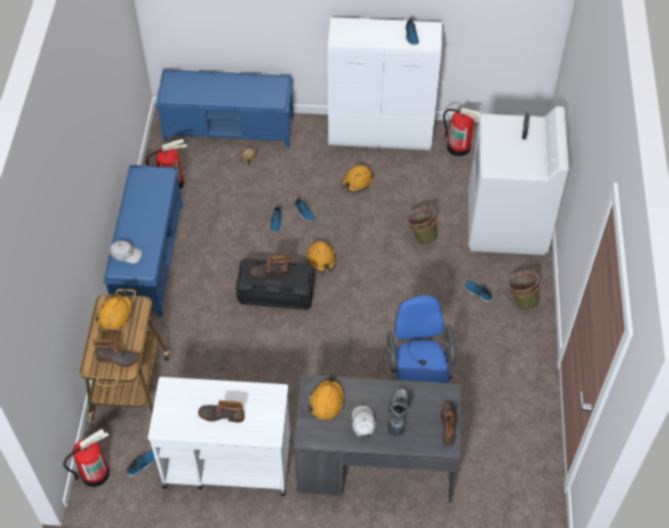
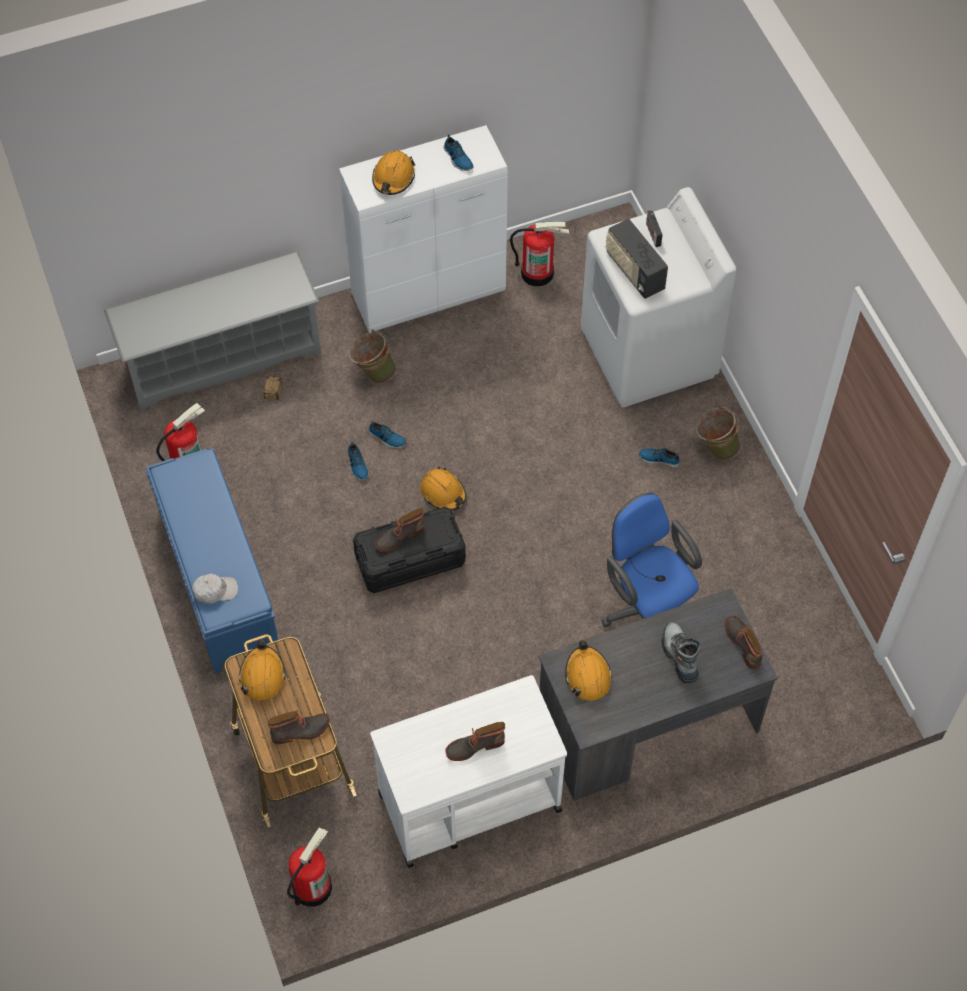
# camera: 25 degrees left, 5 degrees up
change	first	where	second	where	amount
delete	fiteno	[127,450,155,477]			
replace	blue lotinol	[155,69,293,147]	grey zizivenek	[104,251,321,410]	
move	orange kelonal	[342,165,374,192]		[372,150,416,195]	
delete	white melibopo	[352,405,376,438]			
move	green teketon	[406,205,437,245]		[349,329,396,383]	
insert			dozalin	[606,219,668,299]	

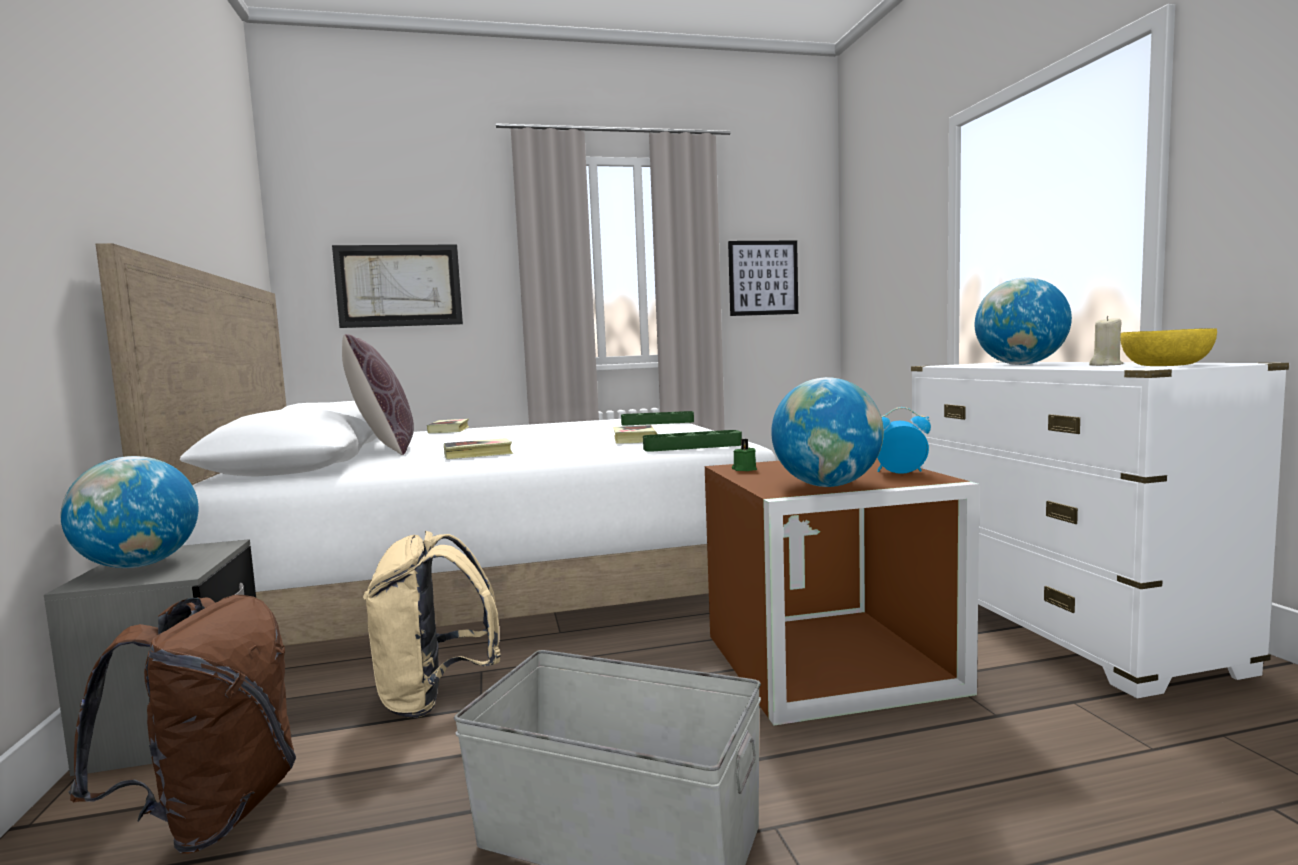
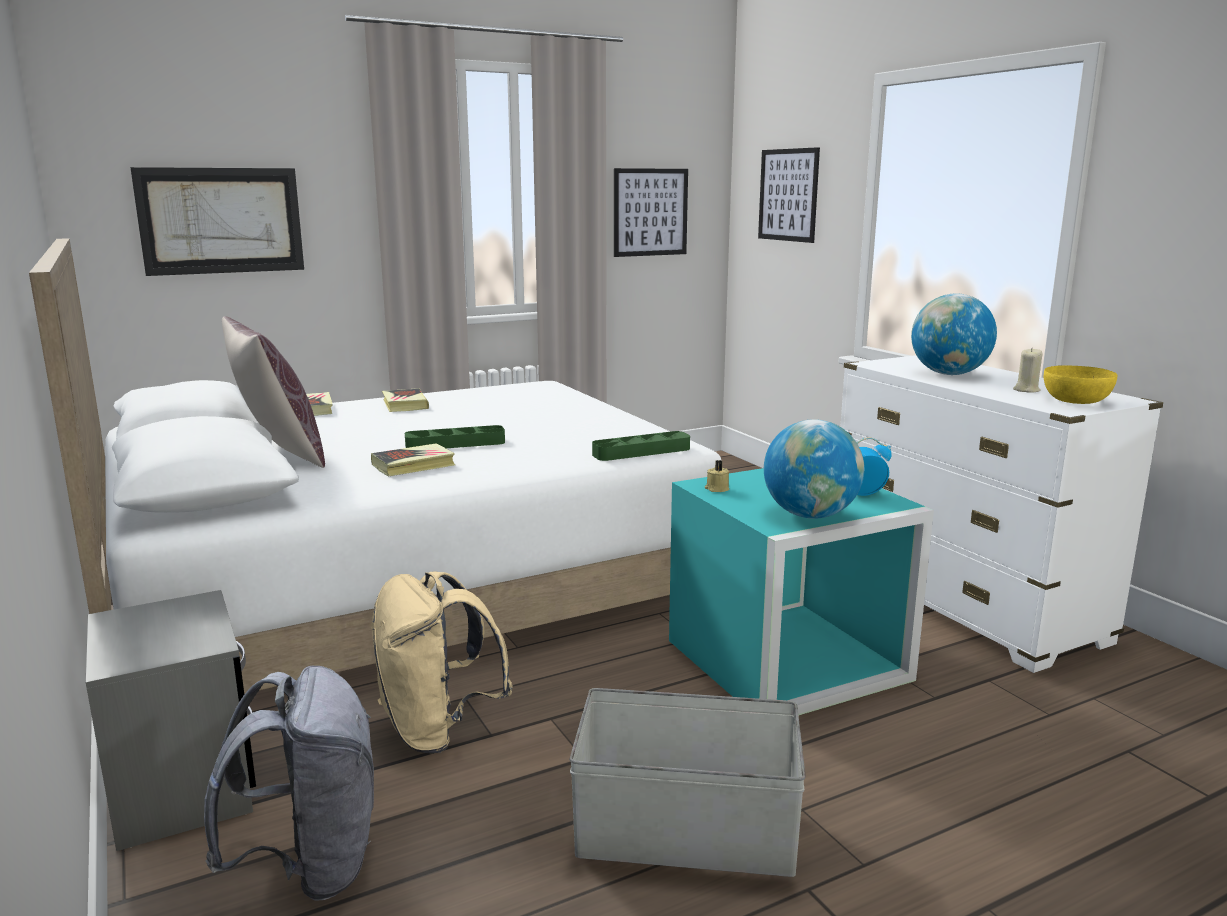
# camera: 15 degrees left, 10 degrees up
change	first	where	second	where	amount
delete	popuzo	[61,456,198,568]			
recolor	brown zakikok	[68,595,296,854]	grey zakikok	[204,666,374,901]	
move	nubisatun	[613,425,657,444]		[382,388,429,412]	
move	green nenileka	[621,411,694,425]		[405,425,505,448]	
recolor	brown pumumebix	[705,458,980,725]	turquoise pumumebix	[669,468,934,716]	
recolor	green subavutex	[732,439,757,471]	beige subavutex	[705,460,729,492]	
insert			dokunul	[758,147,820,243]	

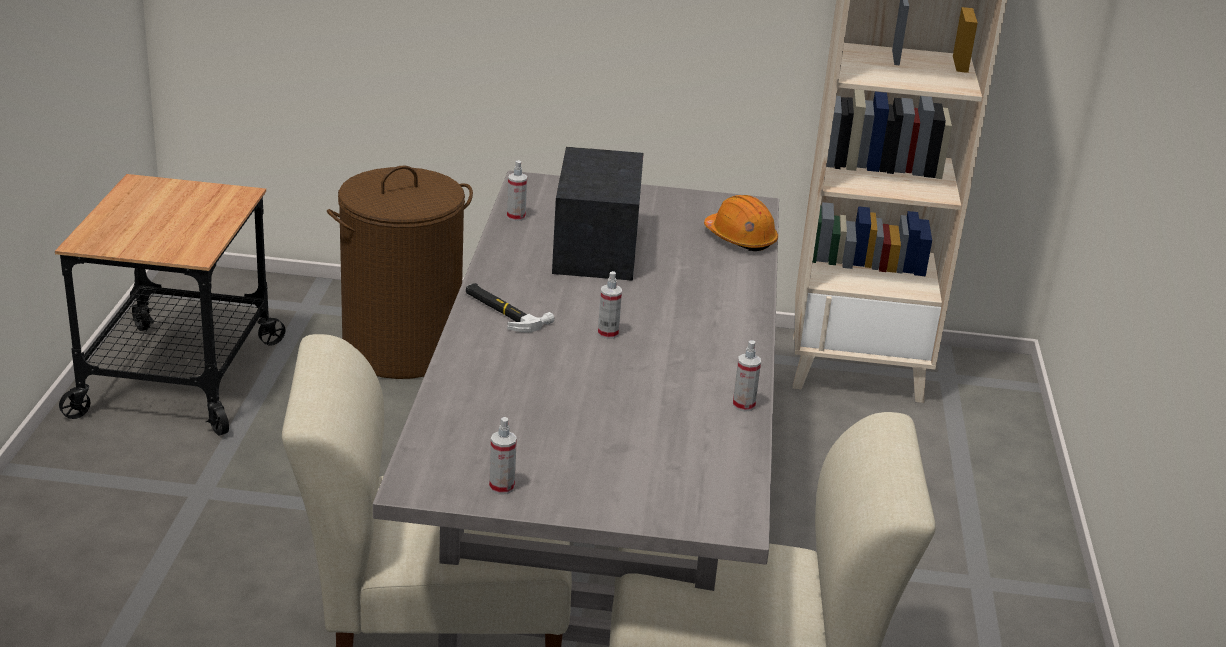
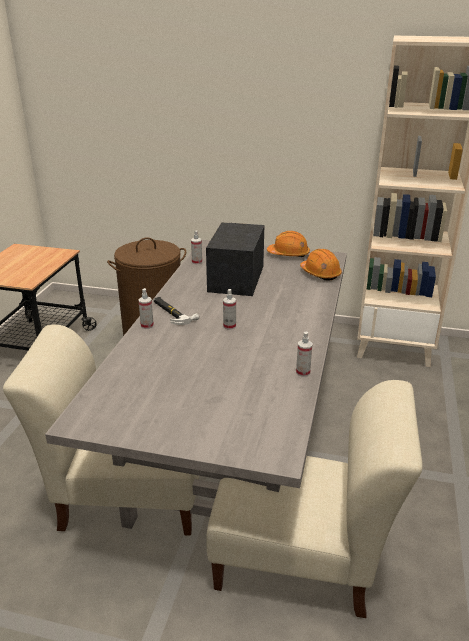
# camera: 10 degrees right, 0 degrees up
change	first	where	second	where	amount
move	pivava	[489,417,517,495]		[138,288,154,329]	
insert			orange kelonal	[267,231,310,257]	

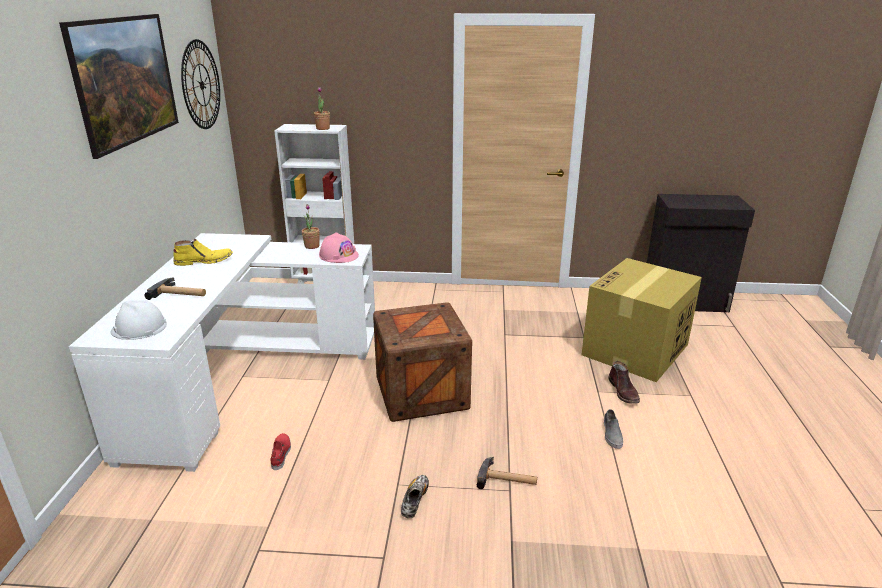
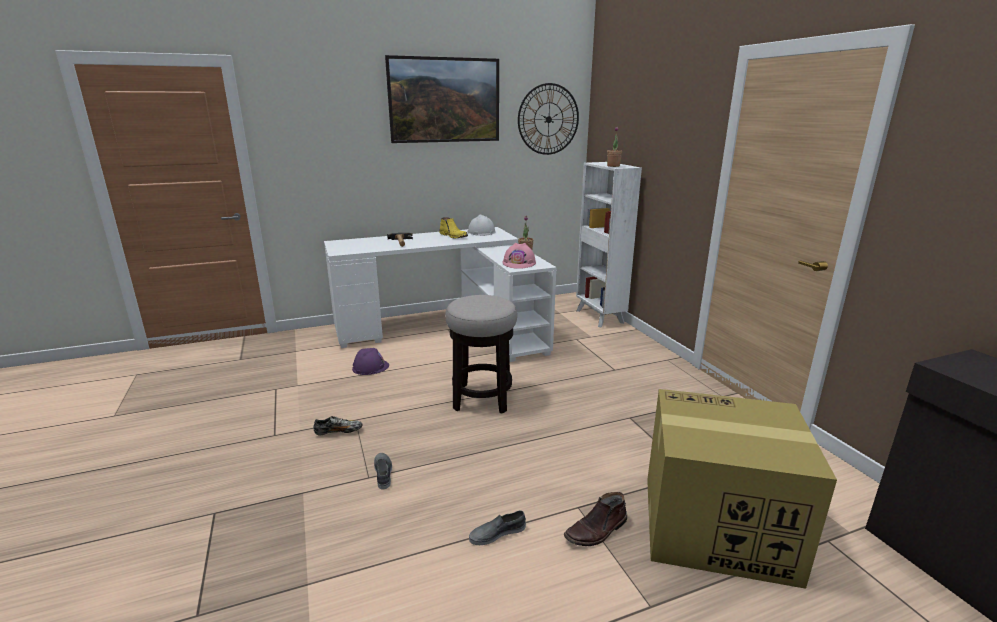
# camera: 65 degrees right, 5 degrees down
change	first	where	second	where	amount
move	white kelonal	[110,300,167,340]		[467,215,495,236]	
replace	red fiteno	[270,433,291,470]	purple kelonal	[352,348,389,375]	
replace	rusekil	[373,302,472,422]	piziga	[445,295,517,414]	
replace	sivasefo	[477,457,537,489]	grey fiteno	[374,453,392,489]	

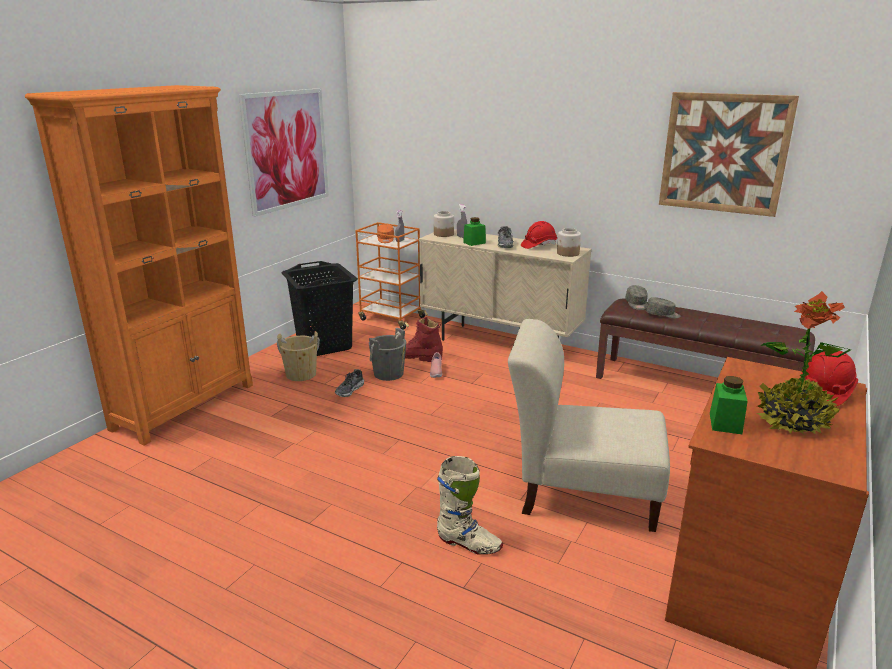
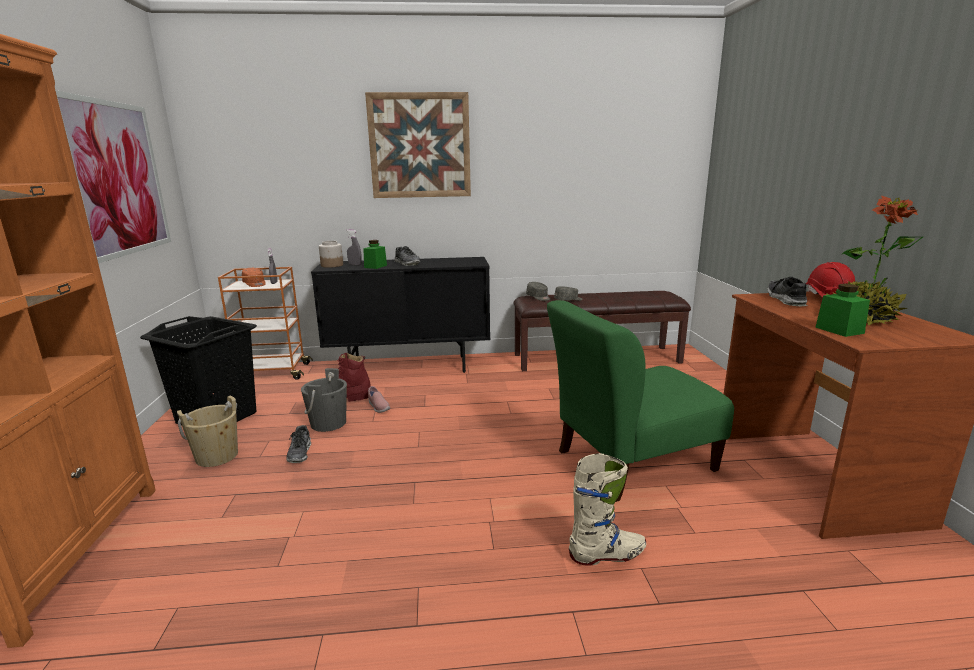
# camera: 35 degrees left, 5 degrees down
change	first	where	second	where	amount
recolor	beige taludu	[419,229,592,341]	black taludu	[311,257,490,373]	
recolor	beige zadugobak	[508,319,670,532]	green zadugobak	[547,300,734,502]	
delete	red kelonal	[521,221,557,249]			
delete	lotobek	[557,228,581,257]			
move	dokunul	[659,92,799,217]		[365,92,471,198]	
insert			fiteno	[767,277,807,306]	

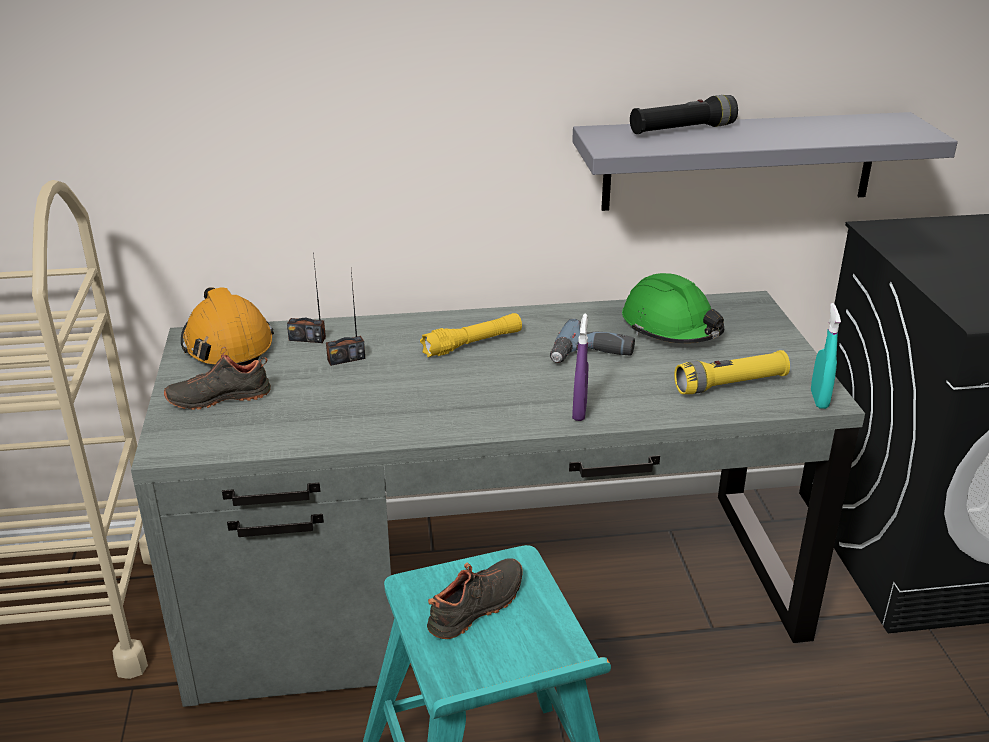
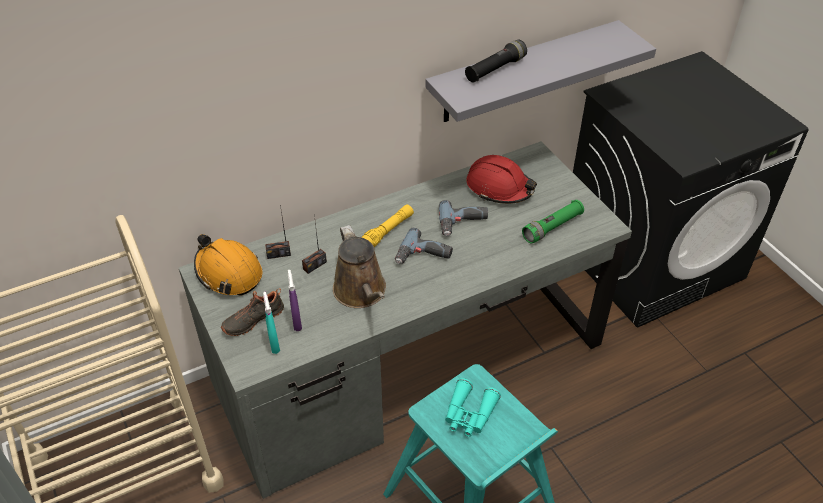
# camera: 20 degrees left, 15 degrees up
change	first	where	second	where	amount
replace	black fiteno	[427,558,523,639]	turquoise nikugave	[445,378,501,437]	
move	purple pivava	[572,314,588,421]		[288,270,302,331]	
recolor	green kelonal	[622,273,724,343]	red kelonal	[466,155,537,204]	
recolor	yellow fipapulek	[674,350,790,394]	green fipapulek	[522,200,584,244]	
move	turquoise pivava	[811,303,841,409]		[263,292,280,354]	
insert			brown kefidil	[333,225,386,308]	
insert			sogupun	[395,227,453,264]	

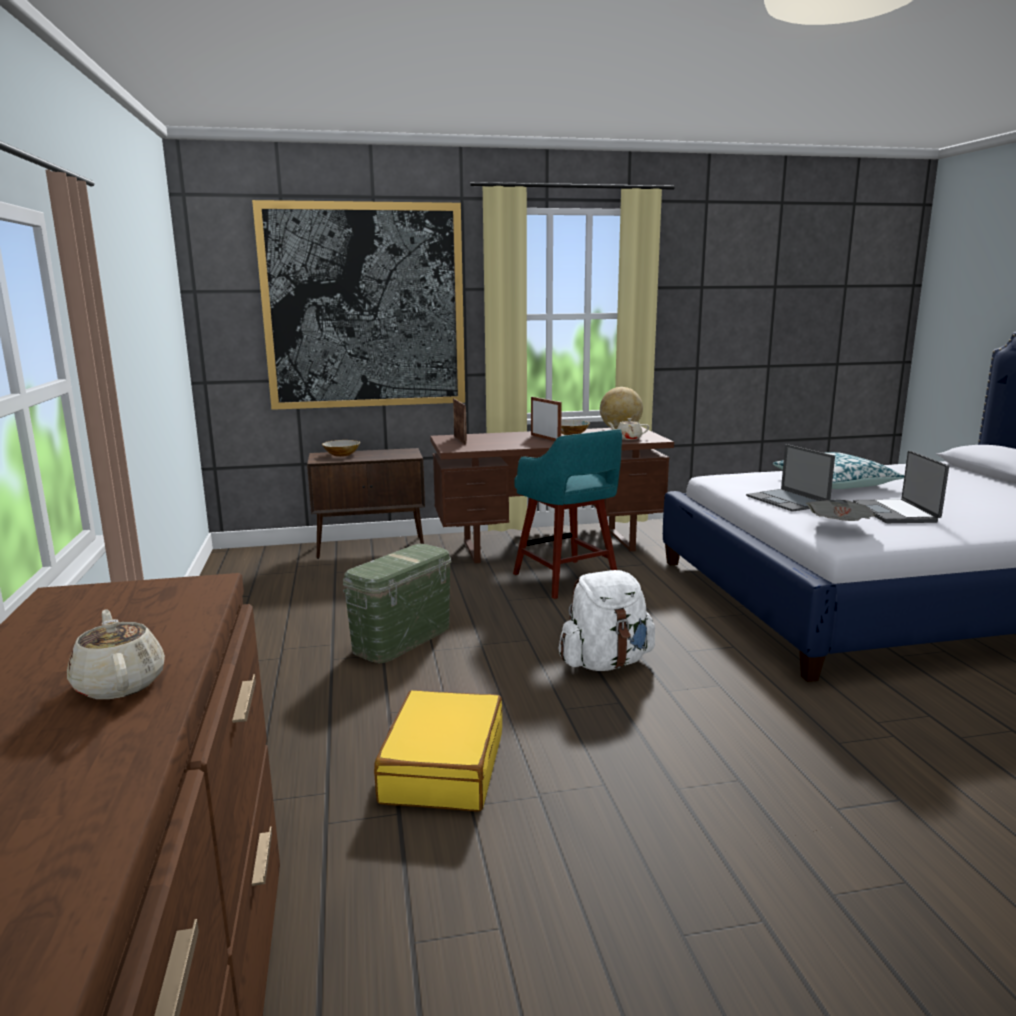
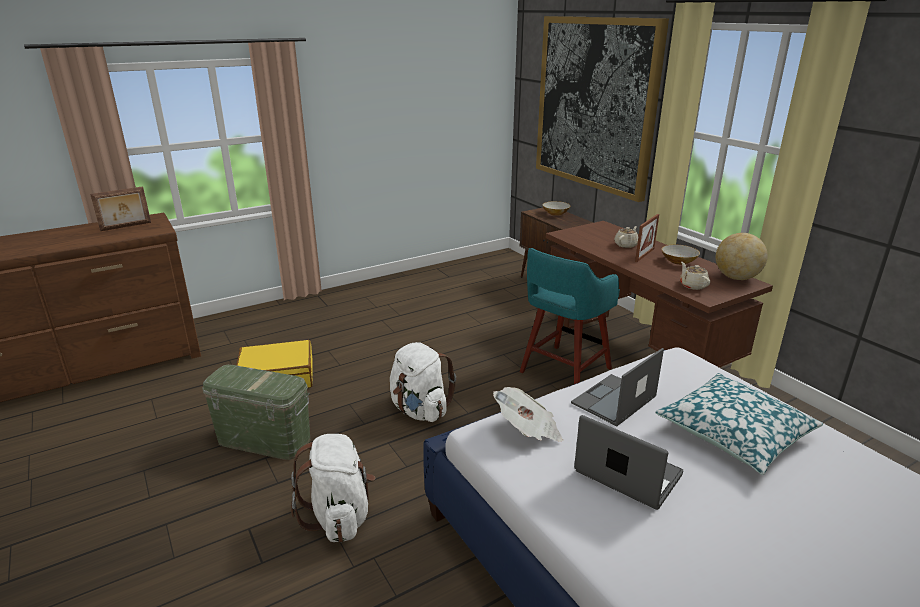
# camera: 70 degrees right, 10 degrees up
change	first	where	second	where	amount
move	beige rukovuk	[67,609,165,699]		[614,226,638,248]	
move	green pumumebix	[343,544,451,663]		[202,365,310,460]	
move	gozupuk	[453,398,467,445]		[90,186,151,231]	
rotate	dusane	[853,451,949,523]		[574,415,683,510]	60 degrees clockwise
insert			white zakikok	[291,434,375,542]	

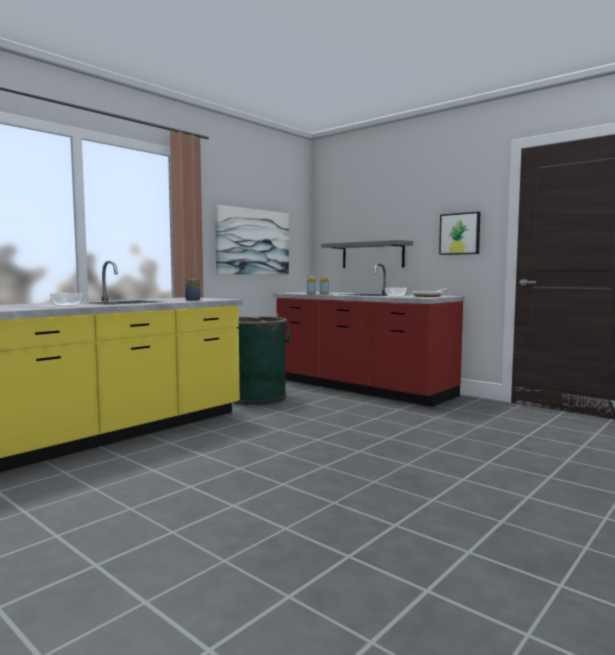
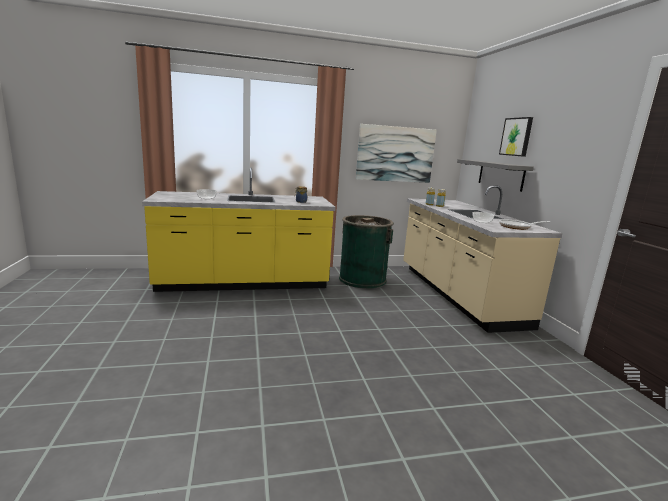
# camera: 35 degrees right, 10 degrees up
change	first	where	second	where	amount
recolor	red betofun	[273,264,464,407]	beige betofun	[403,185,562,333]	
move	dokunul	[439,212,481,255]		[499,117,533,157]	

